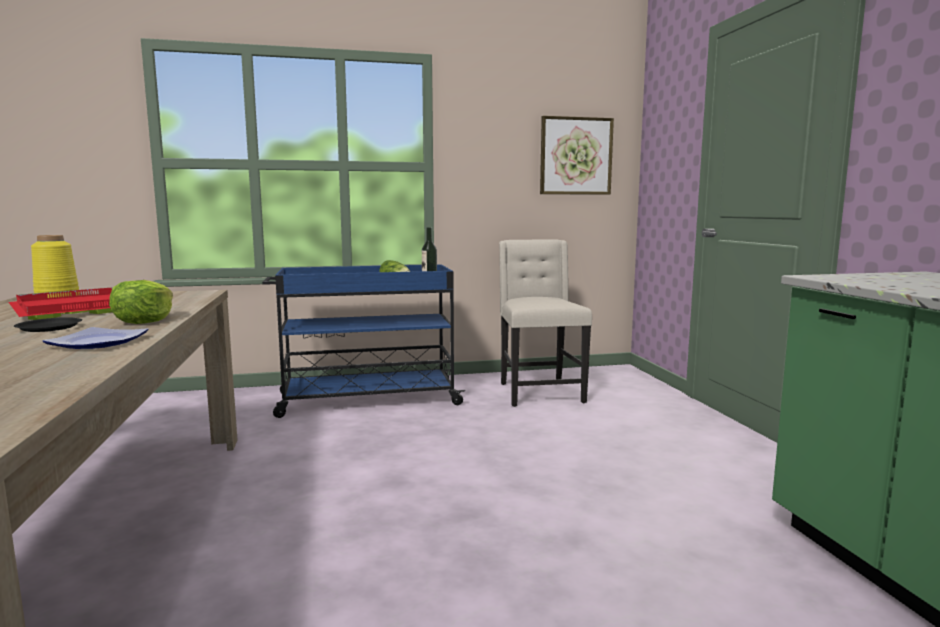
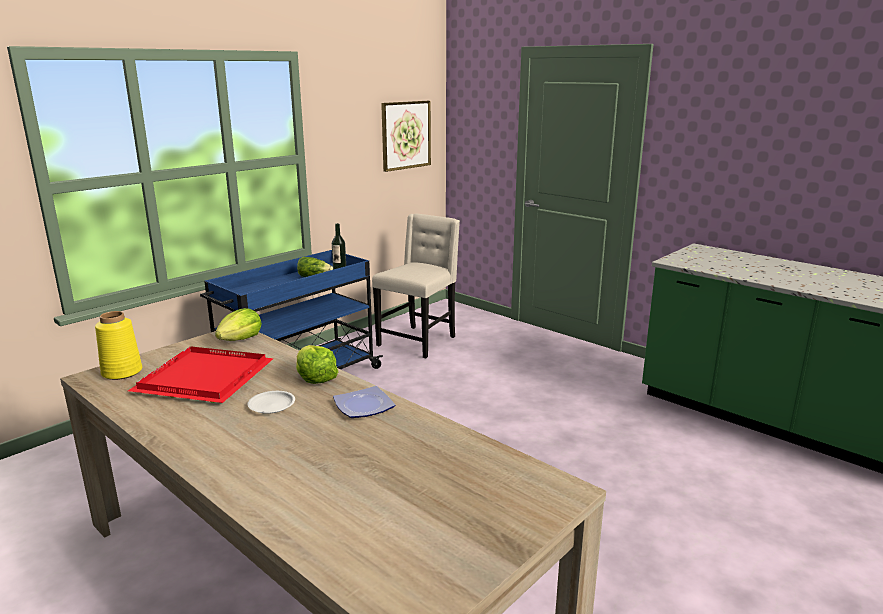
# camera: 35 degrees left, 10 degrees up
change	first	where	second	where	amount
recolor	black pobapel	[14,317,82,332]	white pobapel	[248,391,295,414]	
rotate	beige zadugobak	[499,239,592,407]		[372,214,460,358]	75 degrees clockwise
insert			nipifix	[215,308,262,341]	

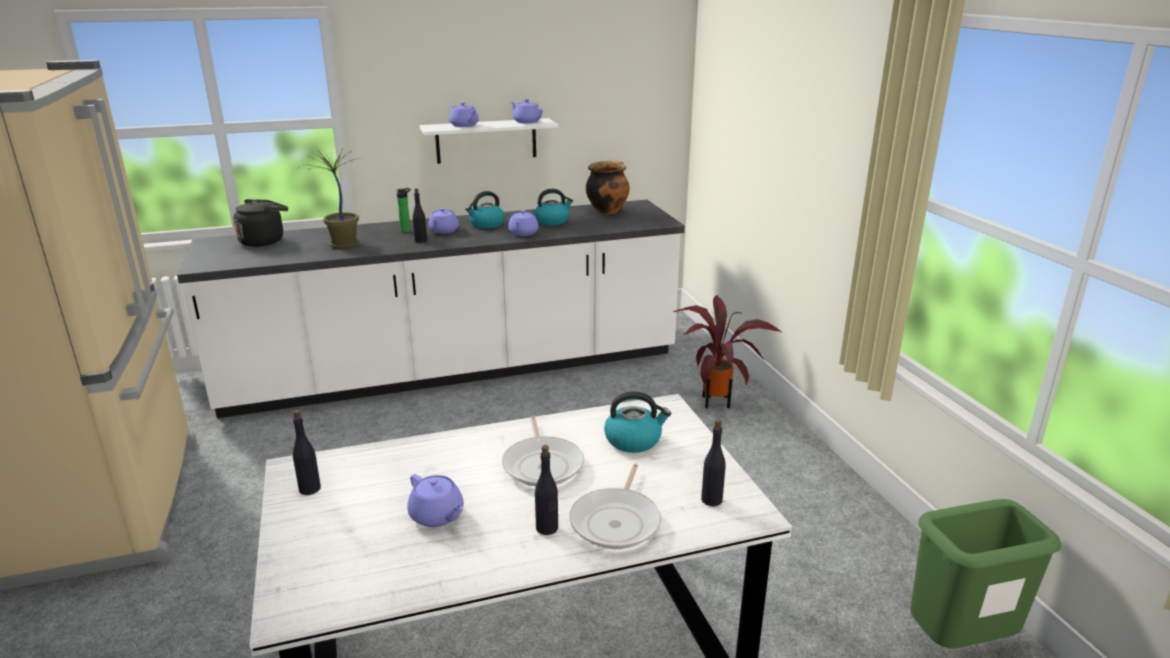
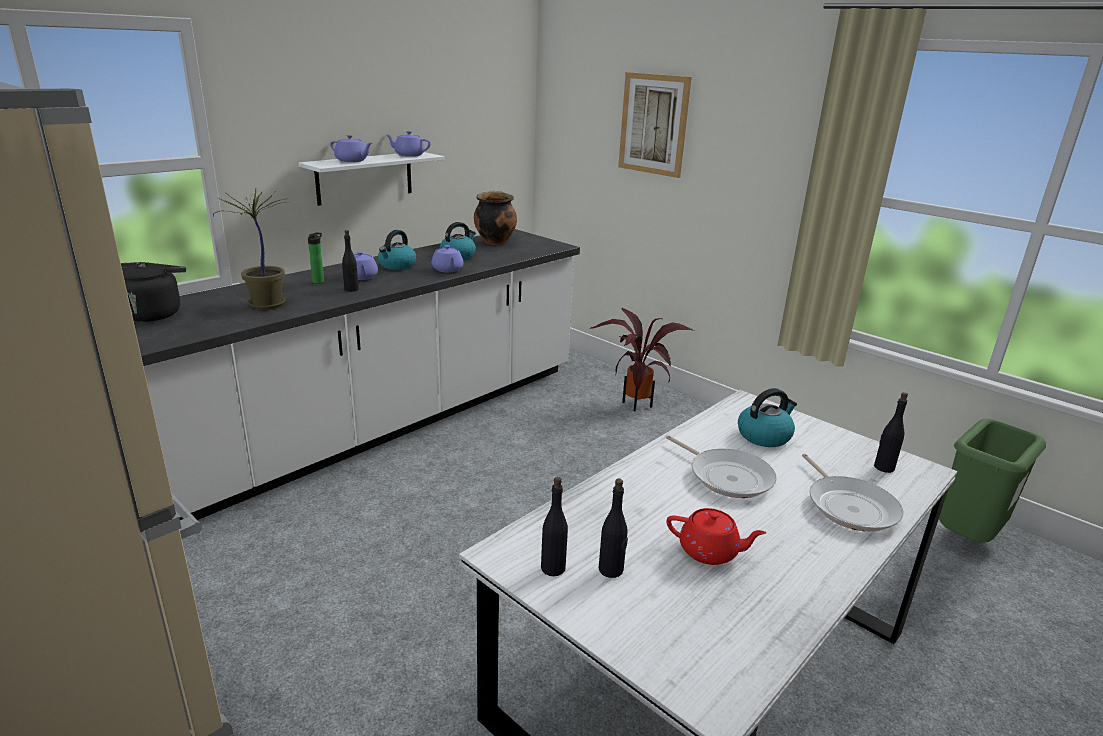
# camera: 30 degrees left, 0 degrees up
change	first	where	second	where	amount
recolor	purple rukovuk	[407,474,464,527]	red rukovuk	[667,508,766,565]	
move	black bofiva	[535,445,558,535]		[599,479,628,578]	
insert			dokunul	[618,72,692,178]	

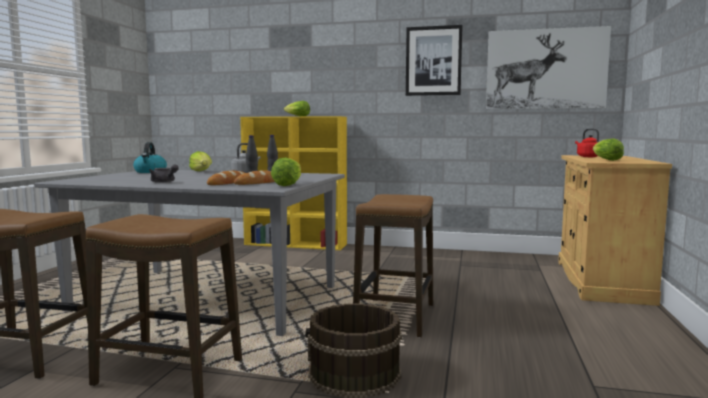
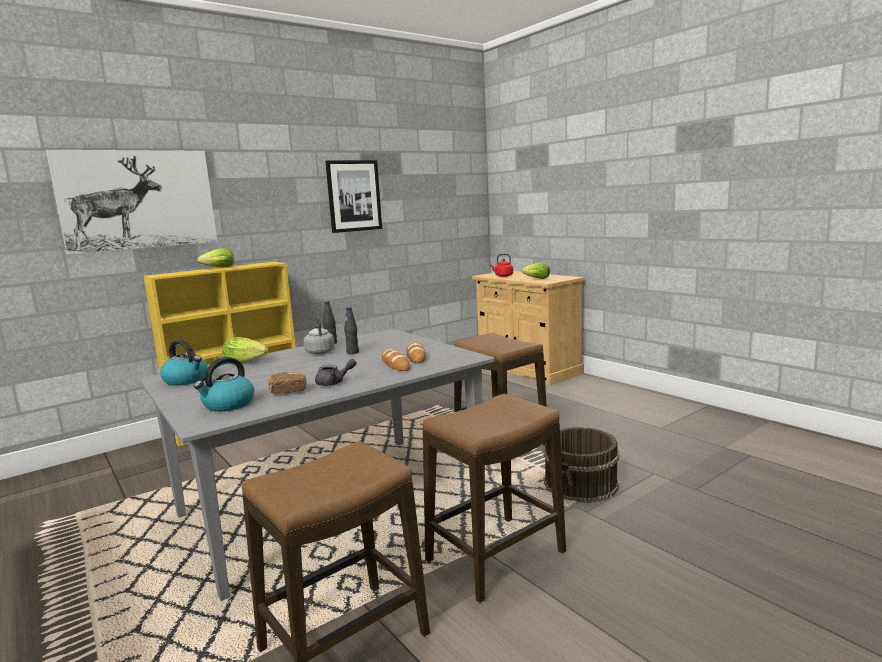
# camera: 50 degrees left, 5 degrees up
change	first	where	second	where	amount
delete	nipifix	[271,158,301,186]			
move	dokunul	[486,26,611,109]		[46,150,217,254]	
insert			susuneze	[194,357,254,412]	
insert			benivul	[268,371,307,394]	

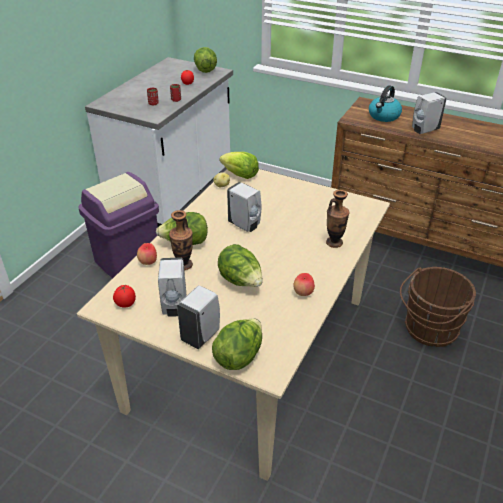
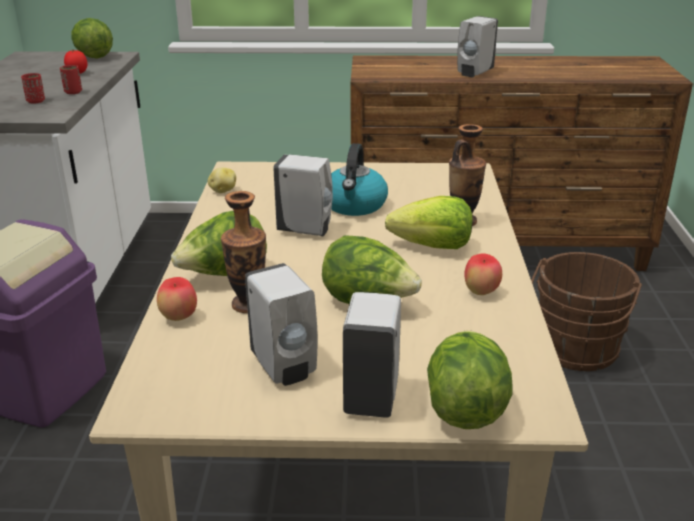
# camera: 25 degrees left, 10 degrees down
change	first	where	second	where	amount
delete	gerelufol	[113,285,136,307]			
move	nipifix	[219,152,259,179]		[385,196,473,249]	
move	susuneze	[369,85,402,122]		[331,143,388,216]	

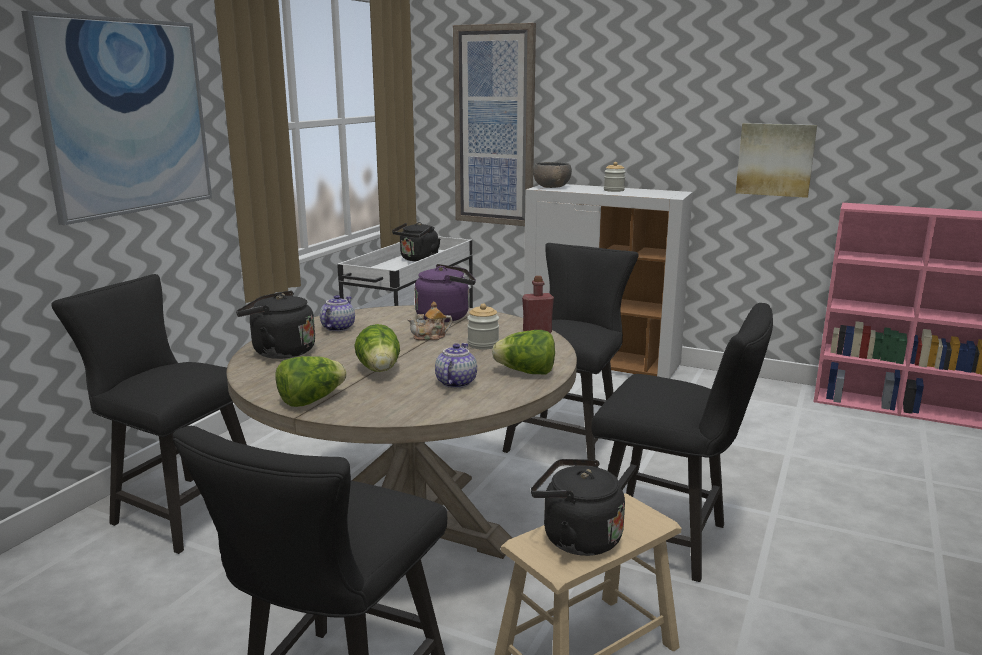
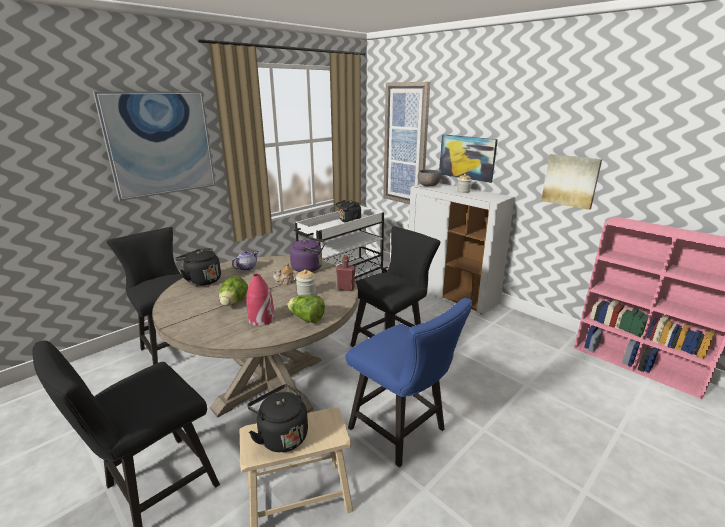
# camera: 20 degrees right, 5 degrees up
change	first	where	second	where	amount
delete	nipifix	[275,356,347,407]			
replace	rukovuk	[435,343,477,388]	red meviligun	[246,274,275,326]	
recolor	black zadugobak	[592,303,773,582]	blue zadugobak	[346,298,473,467]	
insert			dokunul	[439,135,498,183]	

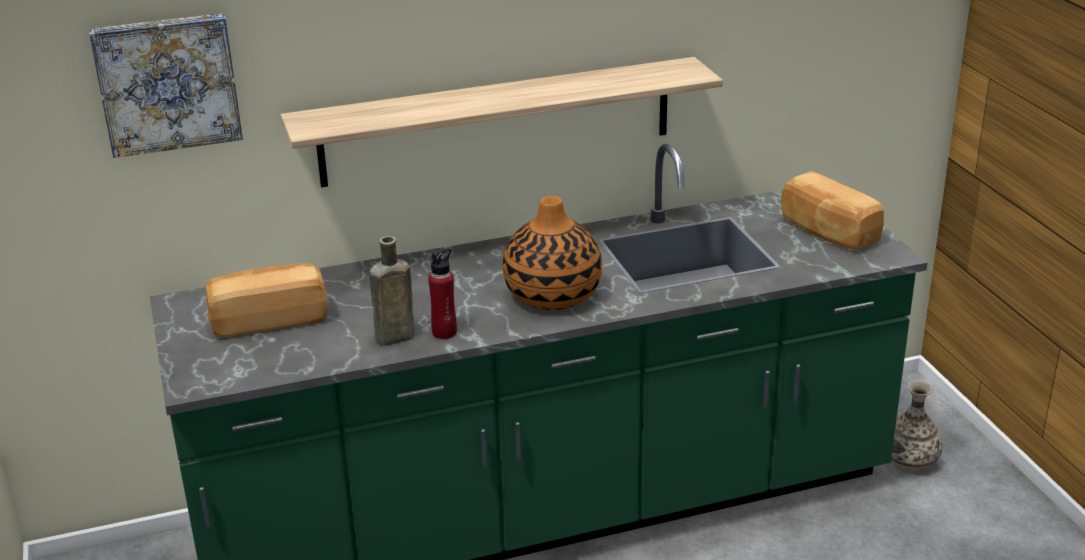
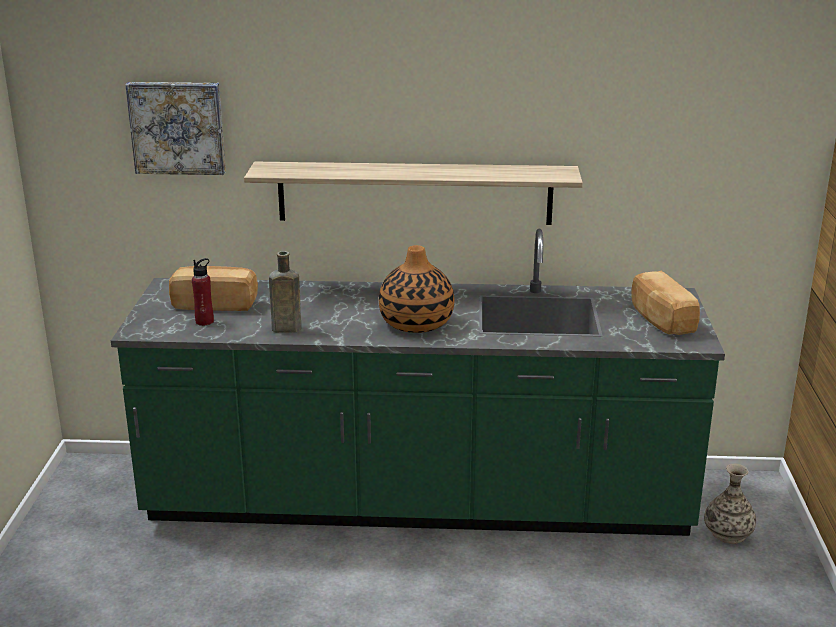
# camera: 20 degrees right, 5 degrees down
change	first	where	second	where	amount
move	red bofiva	[428,248,457,339]		[192,258,214,326]	

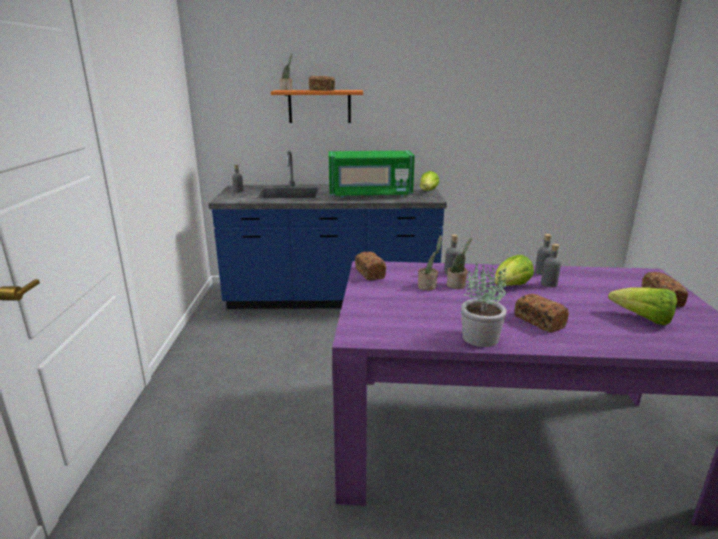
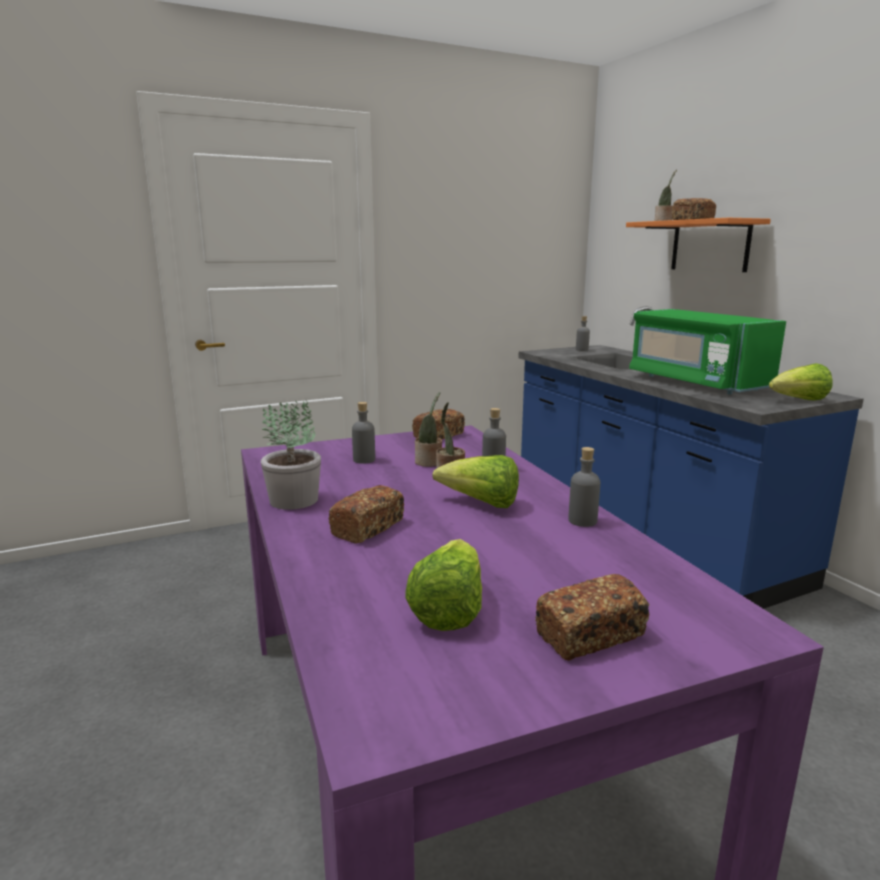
# camera: 65 degrees right, 5 degrees down
change	first	where	second	where	amount
move	grey bofiva	[541,244,561,287]		[352,402,375,464]	

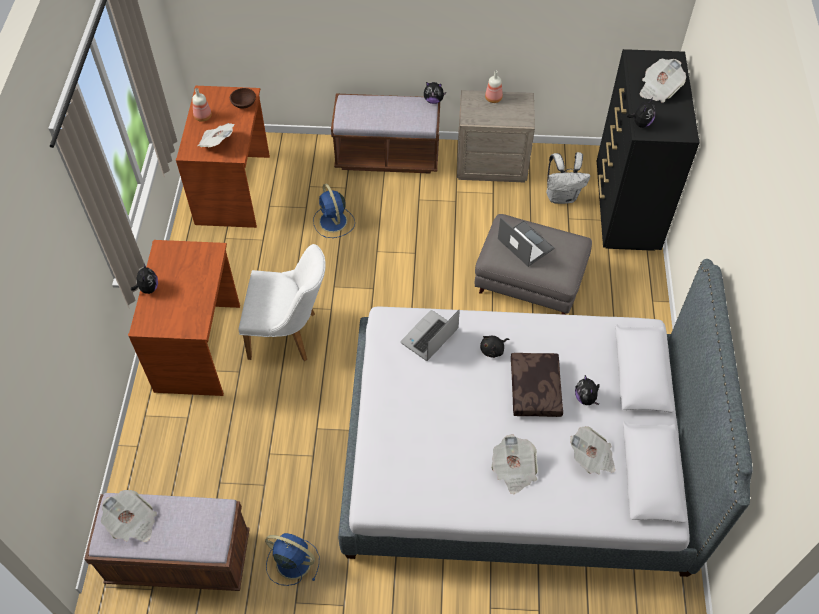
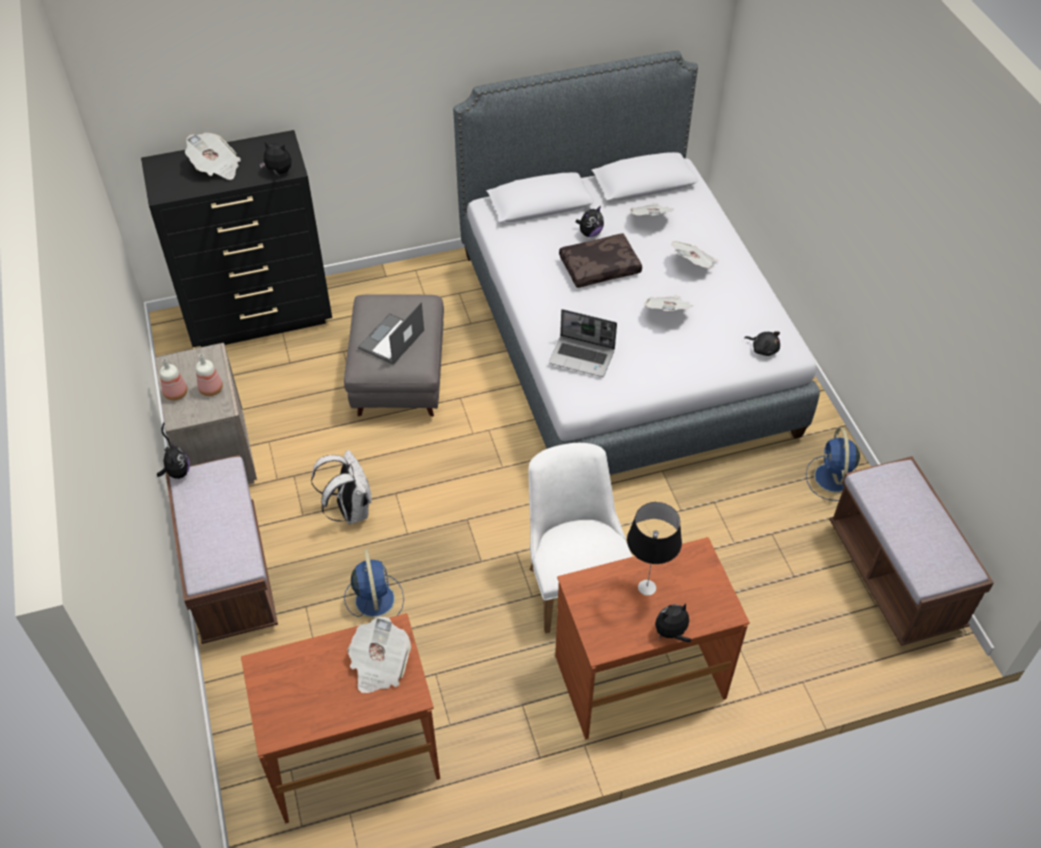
# camera: 110 degrees left, 5 degrees down
change	first	where	second	where	amount
move	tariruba	[101,490,157,542]		[644,295,693,311]	
move	bofiva	[192,88,212,122]		[196,354,223,396]	
delete	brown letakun	[230,88,256,108]			
rotate	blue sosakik	[313,184,355,238]		[344,549,404,618]	60 degrees counterclockwise
move	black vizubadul	[480,336,509,358]		[744,331,780,356]	
move	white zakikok	[546,152,590,204]		[311,450,372,524]	
insert			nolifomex	[627,502,682,596]	

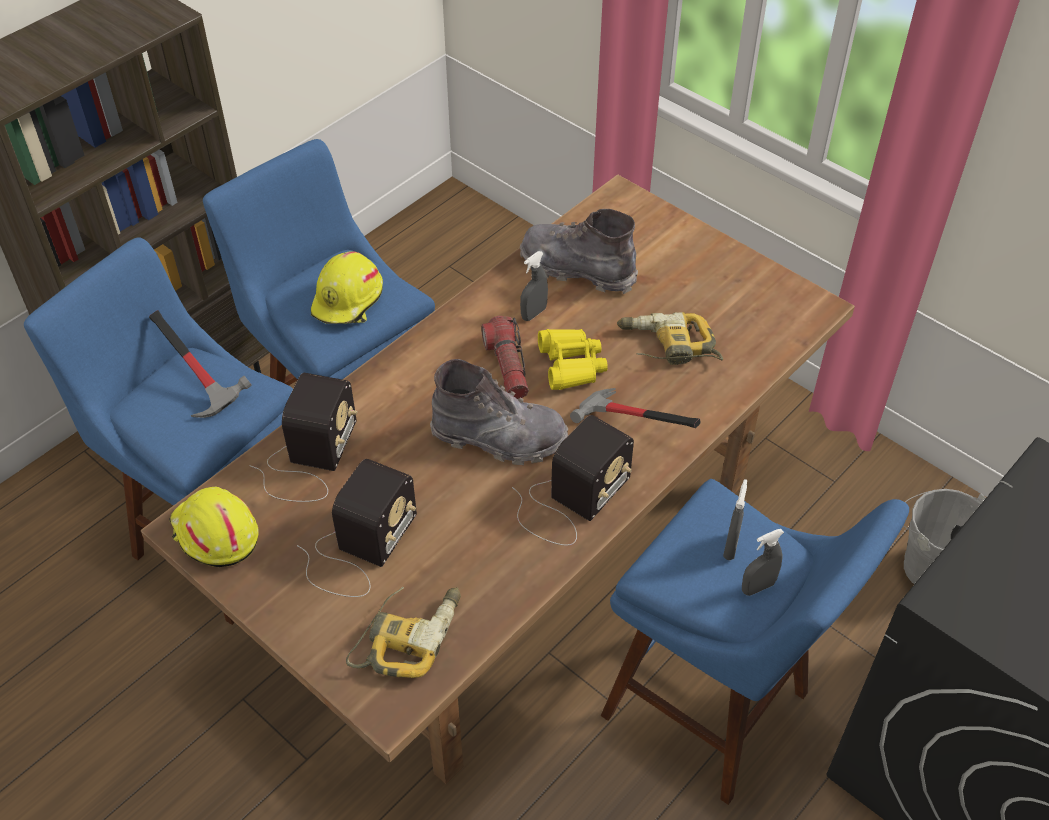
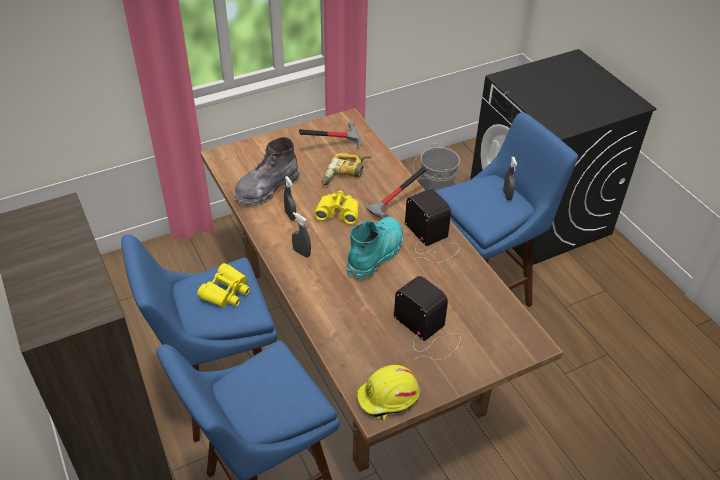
# camera: 70 degrees left, 5 degrees down
change	first	where	second	where	amount
move	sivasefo	[149,310,252,418]		[299,121,361,149]	
delete	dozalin	[250,373,357,502]			
replace	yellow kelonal	[311,251,383,324]	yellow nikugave	[197,263,250,307]	
delete	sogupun	[346,587,461,678]			
recolor	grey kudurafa	[430,359,568,465]	turquoise kudurafa	[347,217,403,280]	
delete	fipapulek	[481,316,529,399]			
move	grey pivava	[723,479,747,560]		[292,212,311,257]	

